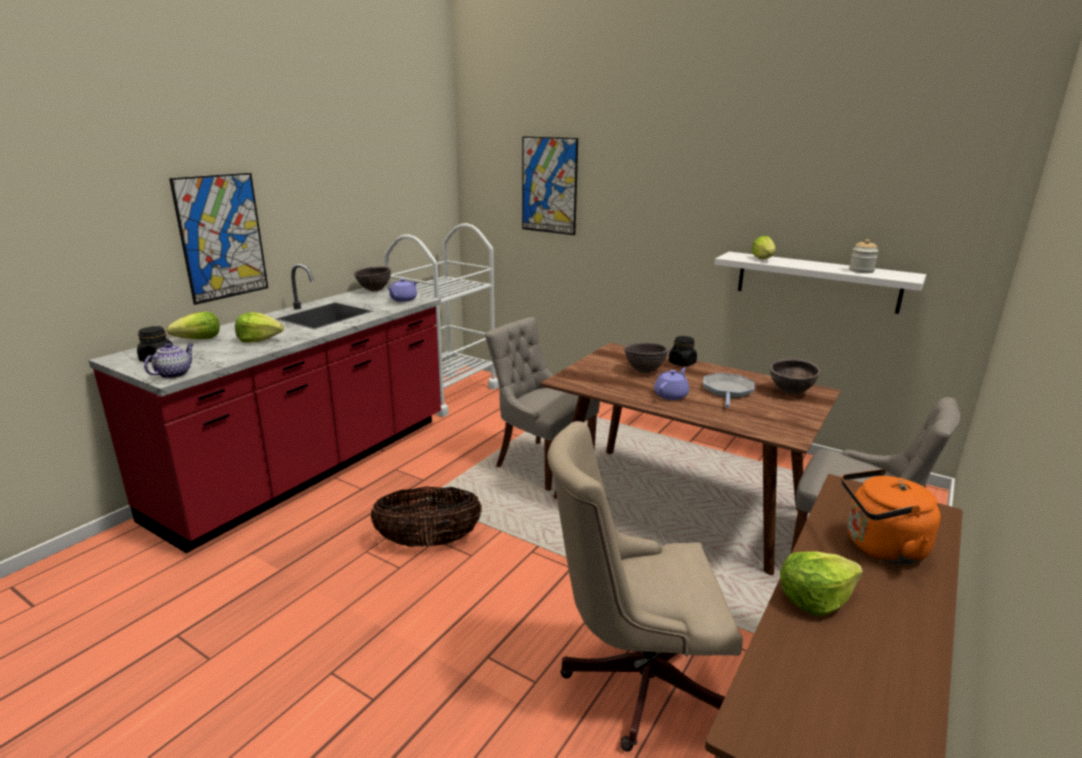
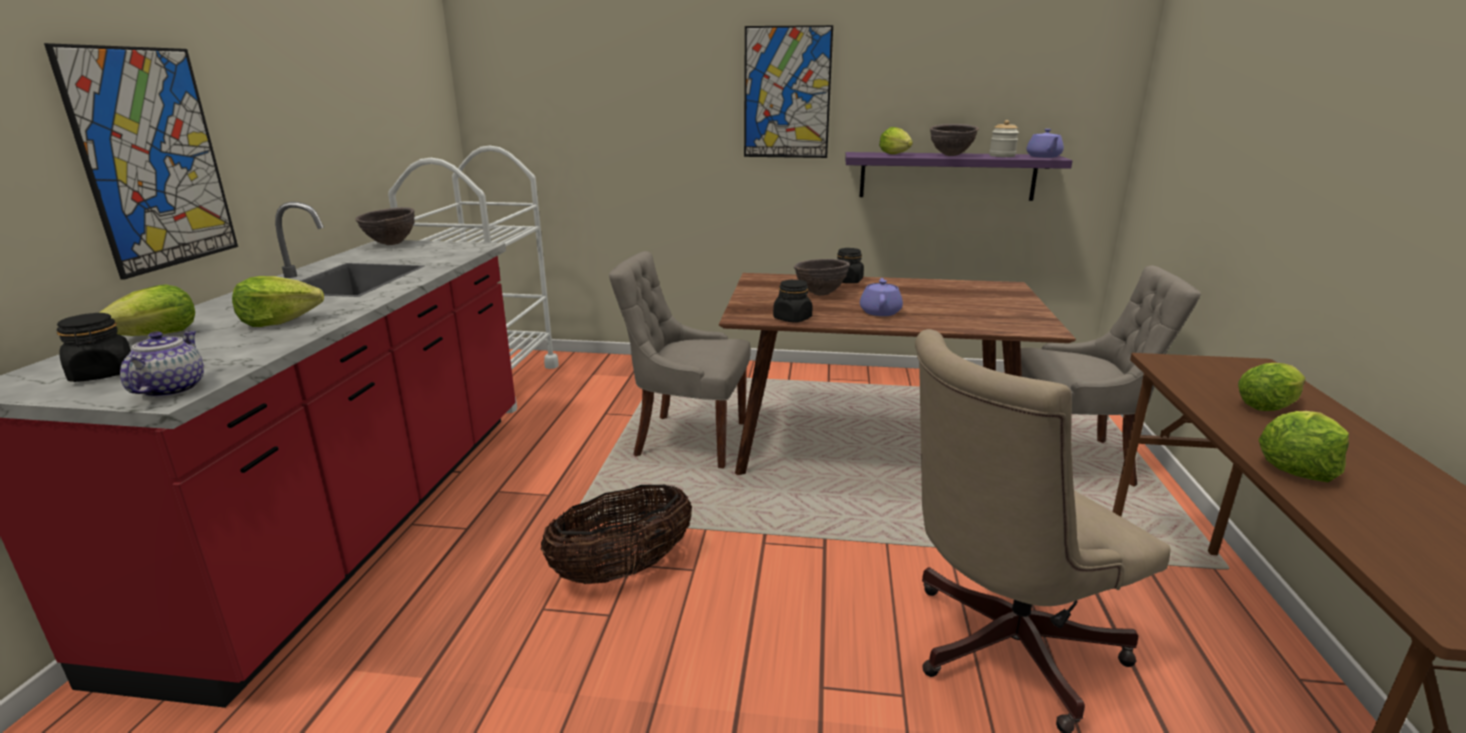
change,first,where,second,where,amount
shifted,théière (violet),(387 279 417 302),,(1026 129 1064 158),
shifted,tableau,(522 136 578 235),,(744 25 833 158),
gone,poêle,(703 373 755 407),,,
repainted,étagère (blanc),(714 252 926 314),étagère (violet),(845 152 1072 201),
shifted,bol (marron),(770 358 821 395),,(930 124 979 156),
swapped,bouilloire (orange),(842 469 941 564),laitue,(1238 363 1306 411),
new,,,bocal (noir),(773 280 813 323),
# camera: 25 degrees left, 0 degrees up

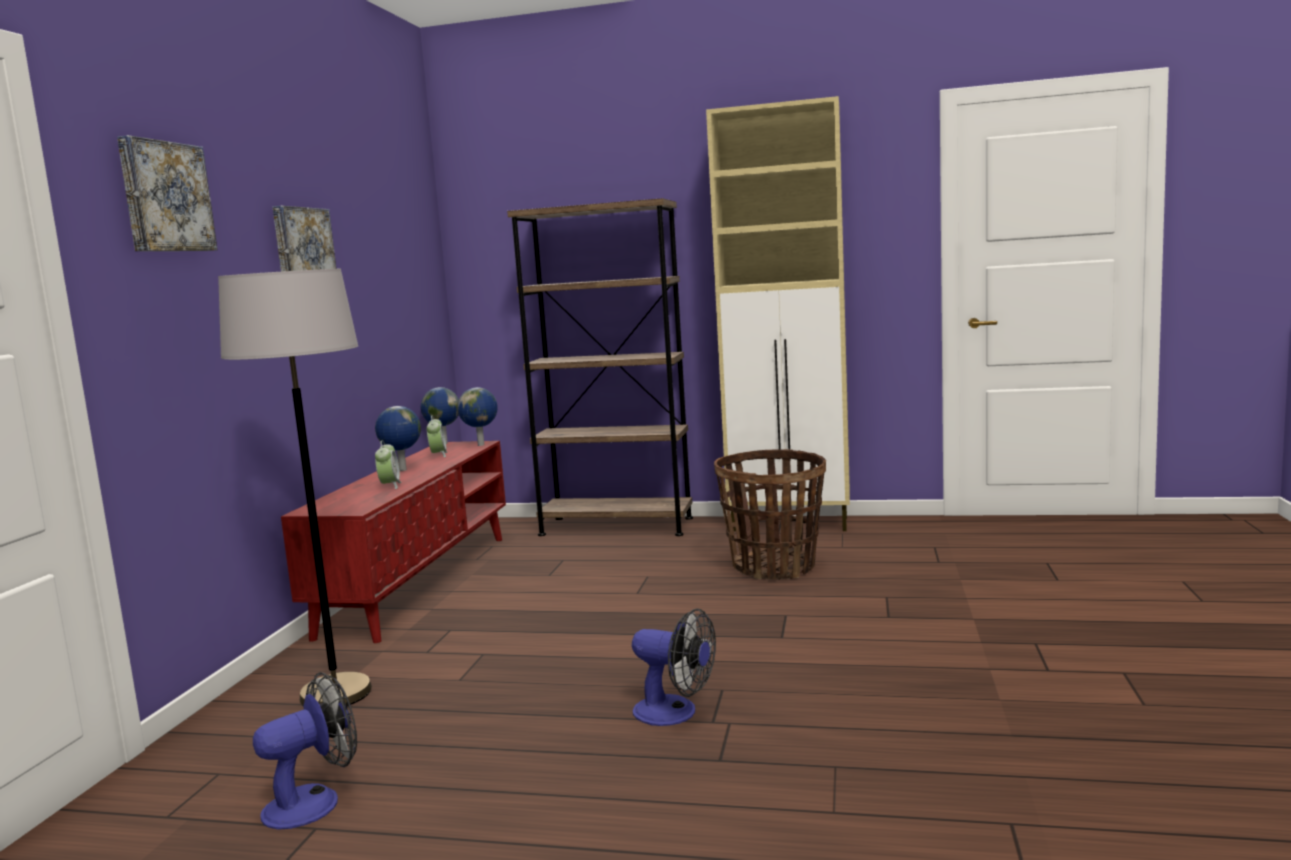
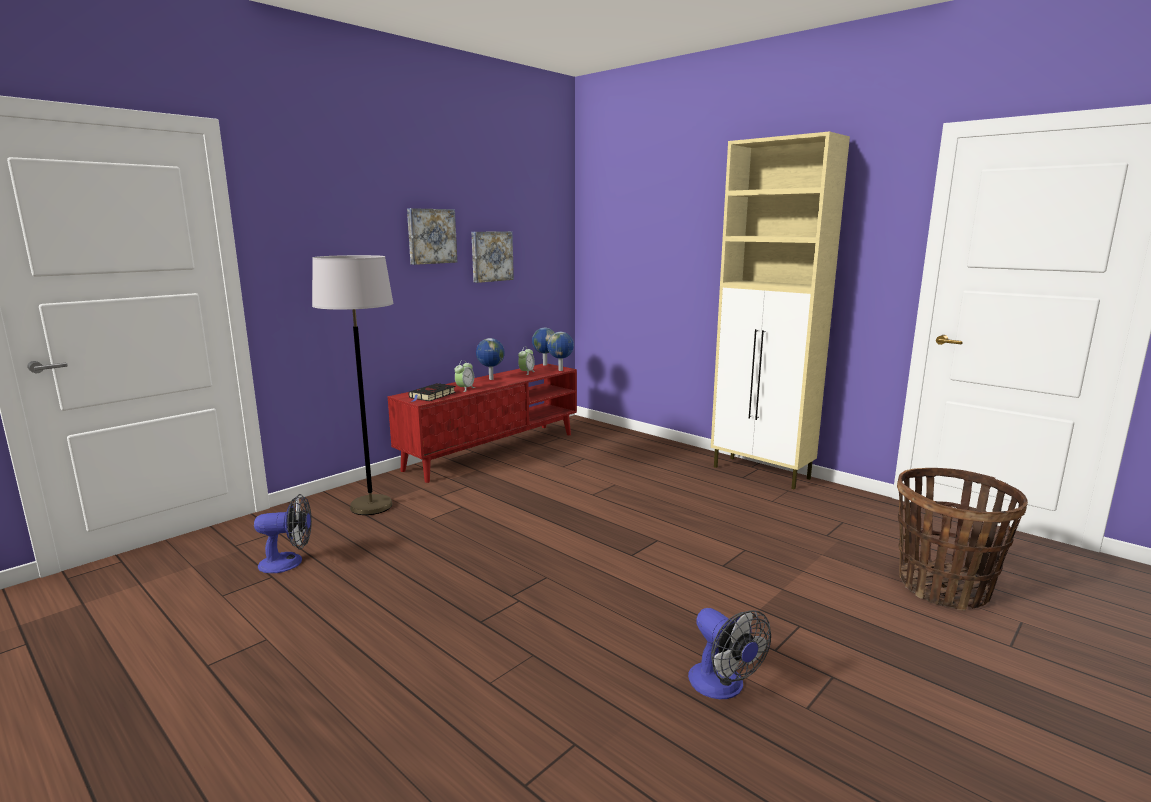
change,first,where,second,where,amount
shifted,tableau,(117 135 218 251),,(471 231 514 283),
gone,bibliothèque (marron),(507 198 693 536),,,
shifted,ventilateur,(632 608 716 726),,(688 608 771 699),
shifted,panier,(714 449 826 580),,(897 468 1028 611),
new,,,livre (noir),(409 383 456 402),
# camera: 30 degrees right, 5 degrees up

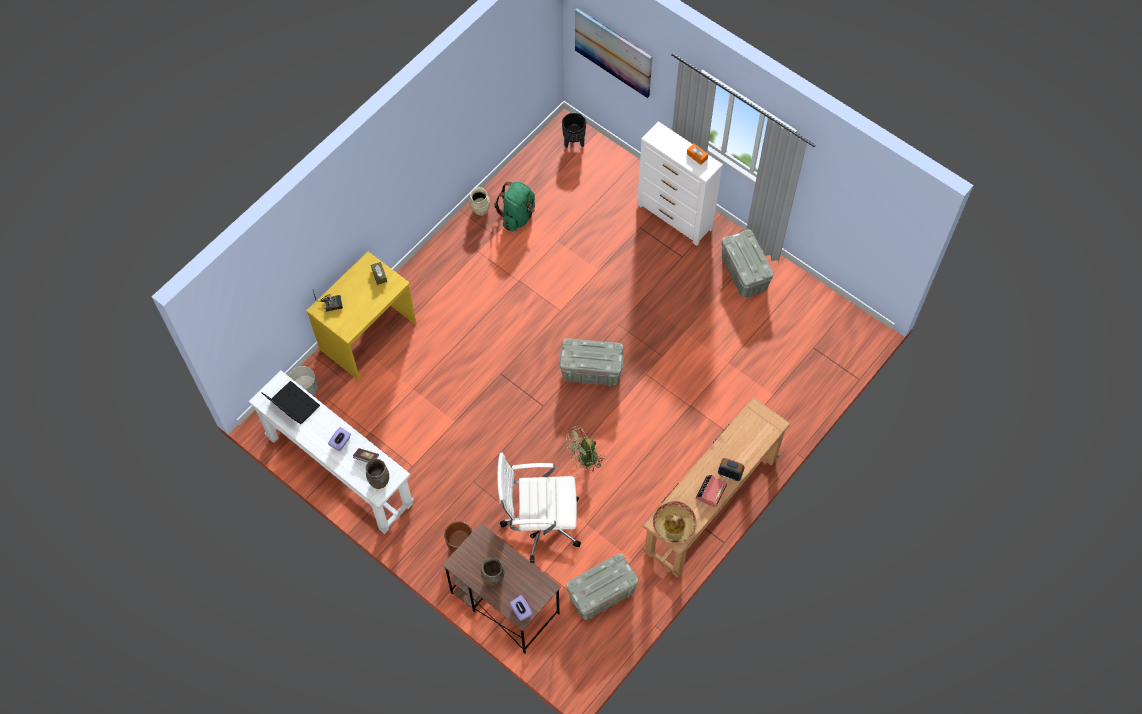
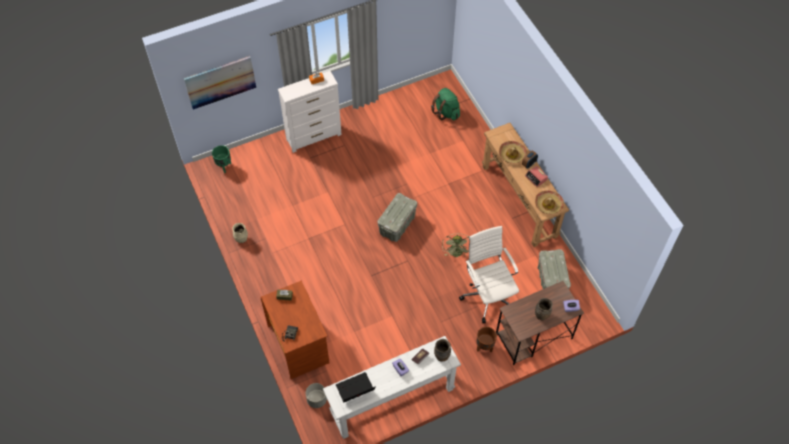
change,first,where,second,where,amount
repainted,bureau (jaune),(306 252 416 380),bureau (marron),(260 281 330 379),
shifted,sac à dos (vert),(494 182 535 231),,(431 88 460 120),
rotated,chaise de bureau (blanc),(497 452 581 563),,(459 226 519 323),135 degrees clockwise
repainted,cache-pot (noir),(562 113 586 148),cache-pot (vert),(212 145 231 173),
gone,boîte de rangement (gris),(722 230 774 298),,,
new,,,chapeau,(499 141 527 164),
# camera: 65 degrees left, 5 degrees down

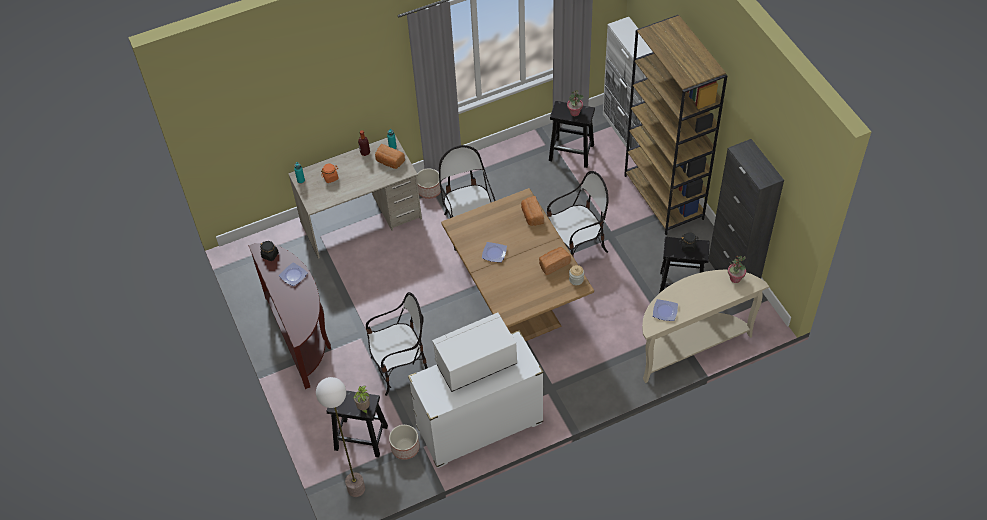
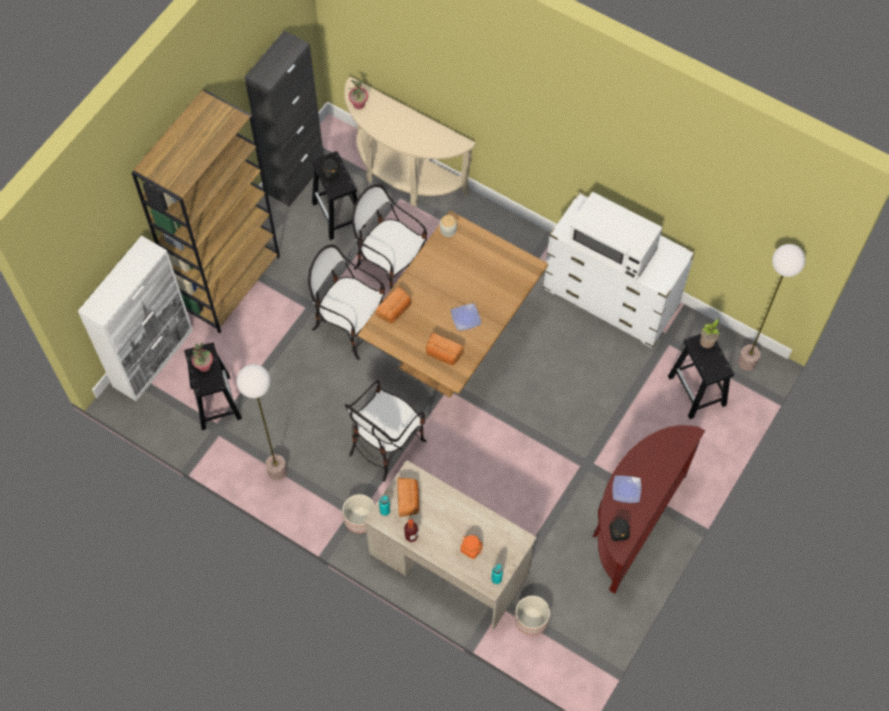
change,first,where,second,where,amount
shifted,chaise,(366 292 428 396),,(352 184 427 290),
shifted,cache-pot,(389 425 420 460),,(515 596 550 635),
shifted,pain,(539 247 571 275),,(426 333 464 365),
gone,assiette,(653 299 678 321),,,
new,,,lampadaire,(237 364 287 481),
# camera: 125 degrees left, 10 degrees up

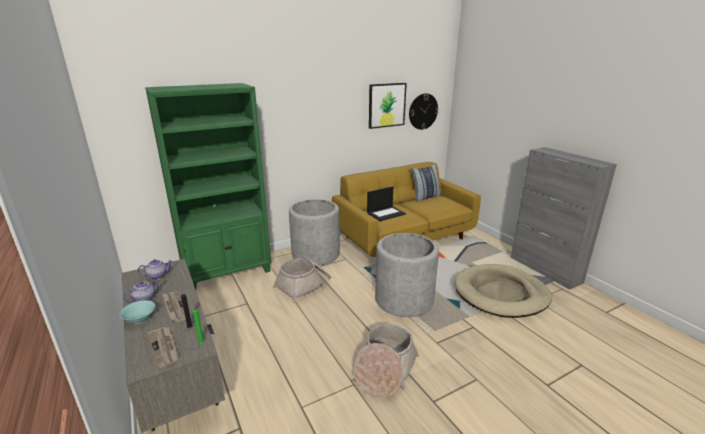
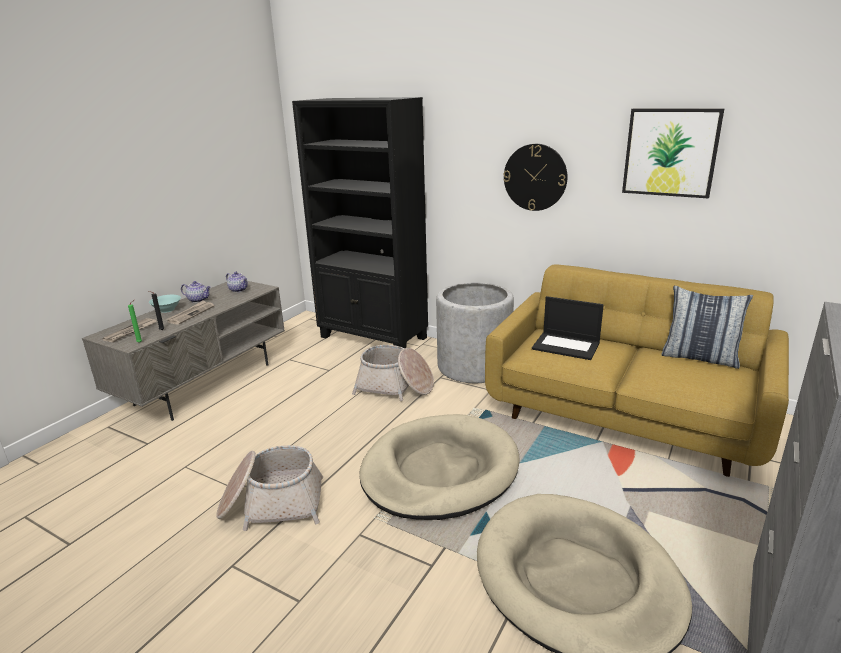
change,first,where,second,where,amount
repainted,bibliothèque (vert),(145 83 272 290),bibliothèque (noir),(292 97 428 349),
swapped,cache-pot (gris),(375 233 439 317),panier pour chien (beige),(359 414 519 520),
shifted,horloge murale,(409 93 439 130),,(503 144 567 211),
# camera: 60 degrees right, 0 degrees up

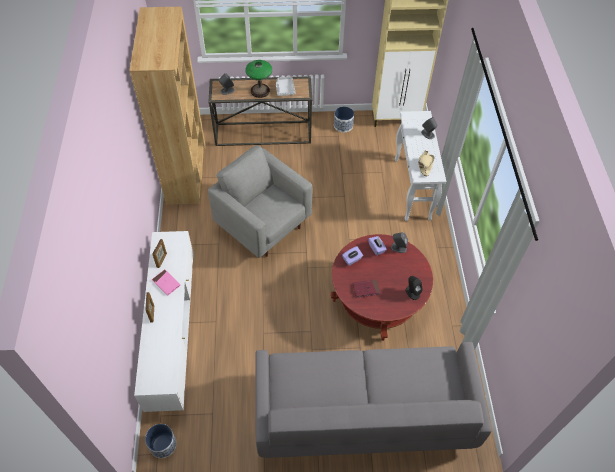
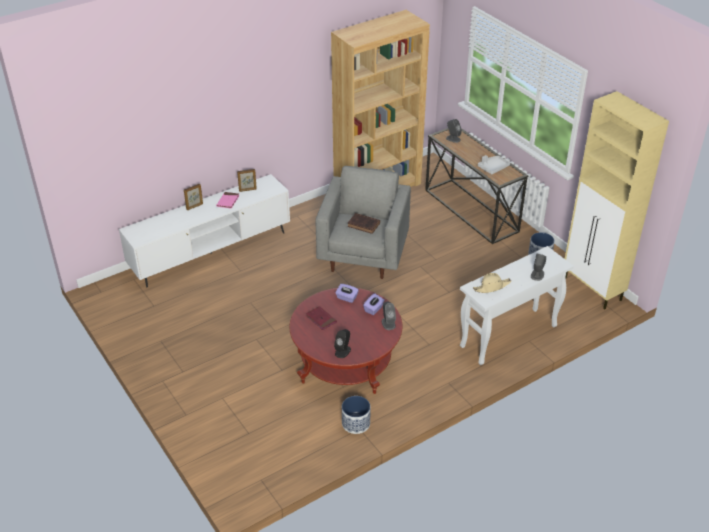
change,first,where,second,where,amount
shifted,cache-pot,(145 424 177 458),,(342 396 370 434),
gone,lampe de table,(246 60 272 98),,,
gone,canapé (gris),(256 342 492 458),,,
new,,,livre (marron),(347 213 380 234),
# camera: 60 degrees right, 15 degrees down

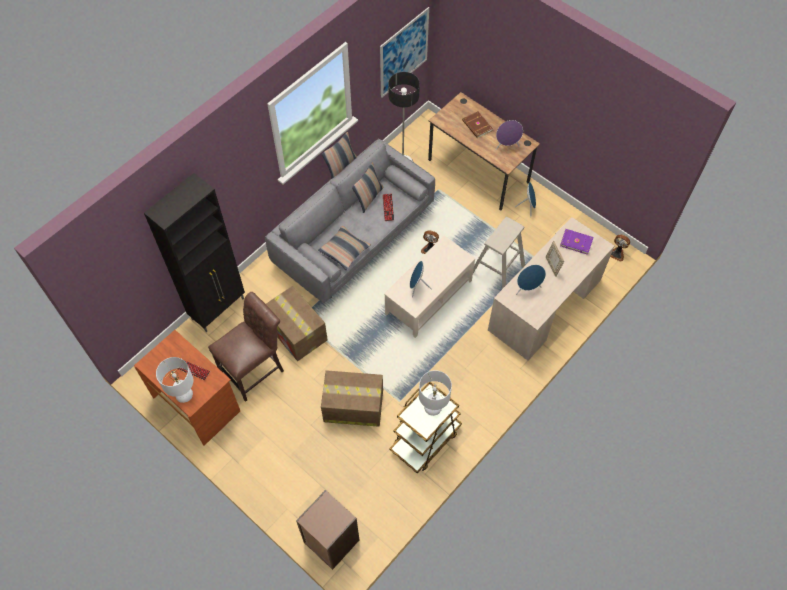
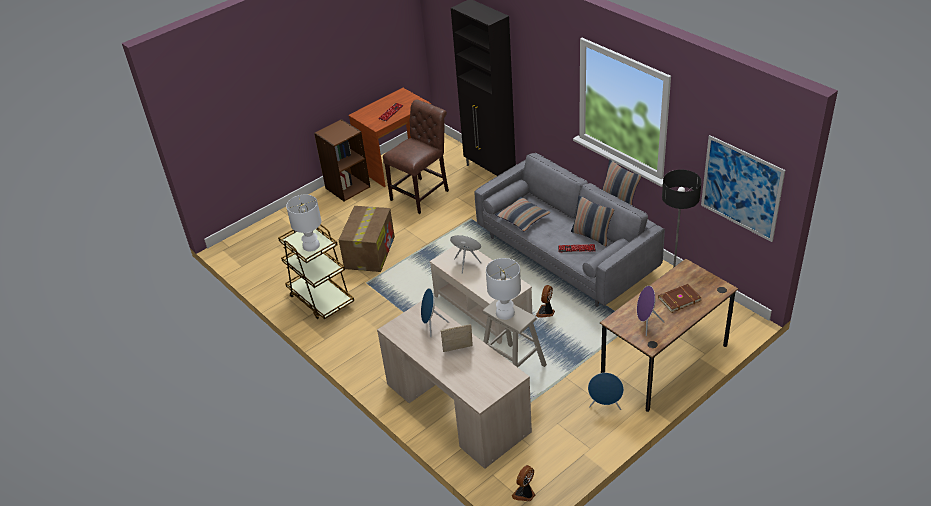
change,first,where,second,where,amount
shifted,lampe de table (blanc),(156 357 193 403),,(486 258 521 320),
rotated,chaise (marron),(208 292 284 402),,(383 99 449 214),105 degrees counterclockwise
gone,carton,(266 286 328 361),,,
shifted,bibliothèque (marron),(296 490 359 570),,(314 119 370 201),
gone,livre (violet),(560 229 594 255),,,
# camera: 100 degrees right, 20 degrees down

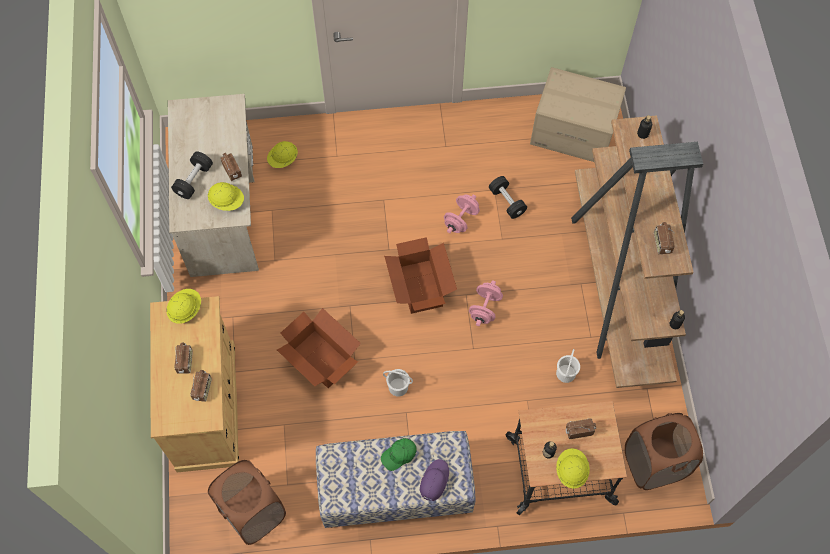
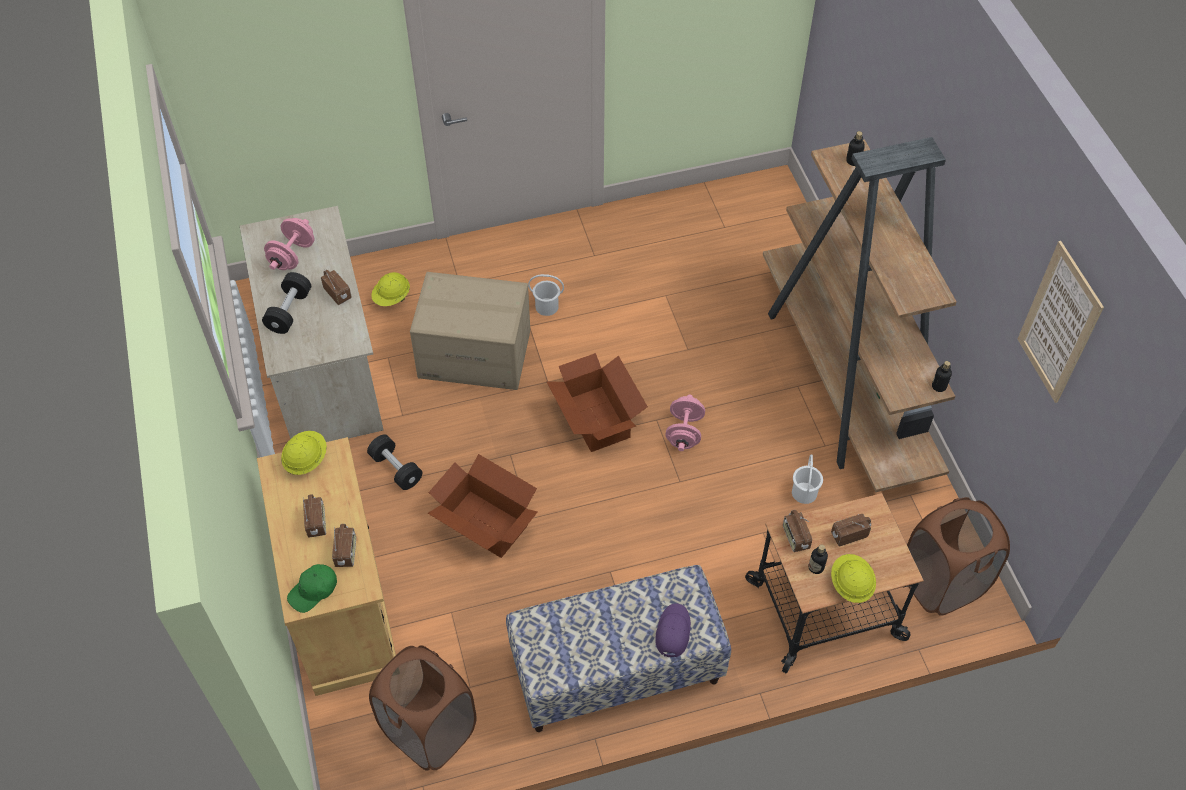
change,first,where,second,where,amount
gone,casque de chantier (jaune),(208 182 244 211),,,
shifted,casquette (vert),(381 438 417 471),,(287 564 337 613),
shifted,seau (blanc),(383 369 413 396),,(528 274 564 316),
shifted,haltère (rose),(444 195 480 233),,(264 218 314 270),
shifted,haltère (noir),(489 176 527 219),,(367 434 422 490),
shifted,carton,(530 67 626 162),,(410 272 530 390),
shifted,radio,(654 222 675 254),,(783 510 812 552),
new,,,tableau,(1018 241 1104 403),
# camera: 10 degrees left, 10 degrees down

